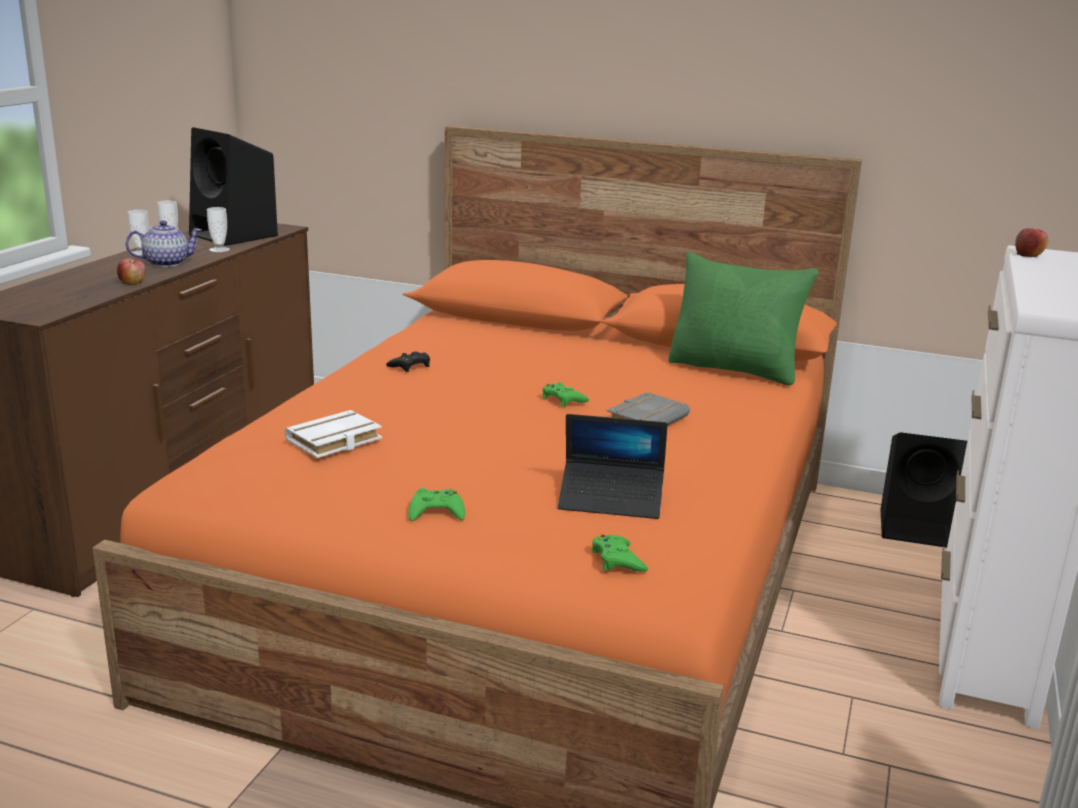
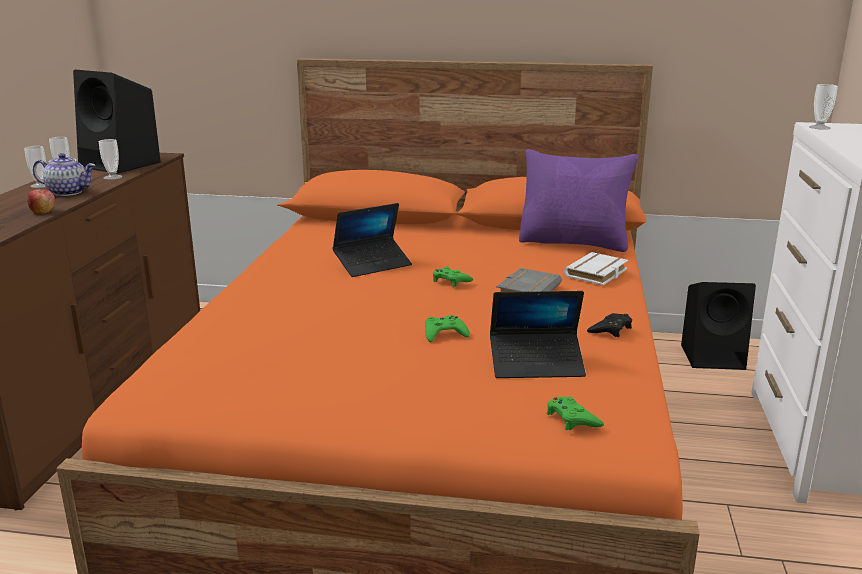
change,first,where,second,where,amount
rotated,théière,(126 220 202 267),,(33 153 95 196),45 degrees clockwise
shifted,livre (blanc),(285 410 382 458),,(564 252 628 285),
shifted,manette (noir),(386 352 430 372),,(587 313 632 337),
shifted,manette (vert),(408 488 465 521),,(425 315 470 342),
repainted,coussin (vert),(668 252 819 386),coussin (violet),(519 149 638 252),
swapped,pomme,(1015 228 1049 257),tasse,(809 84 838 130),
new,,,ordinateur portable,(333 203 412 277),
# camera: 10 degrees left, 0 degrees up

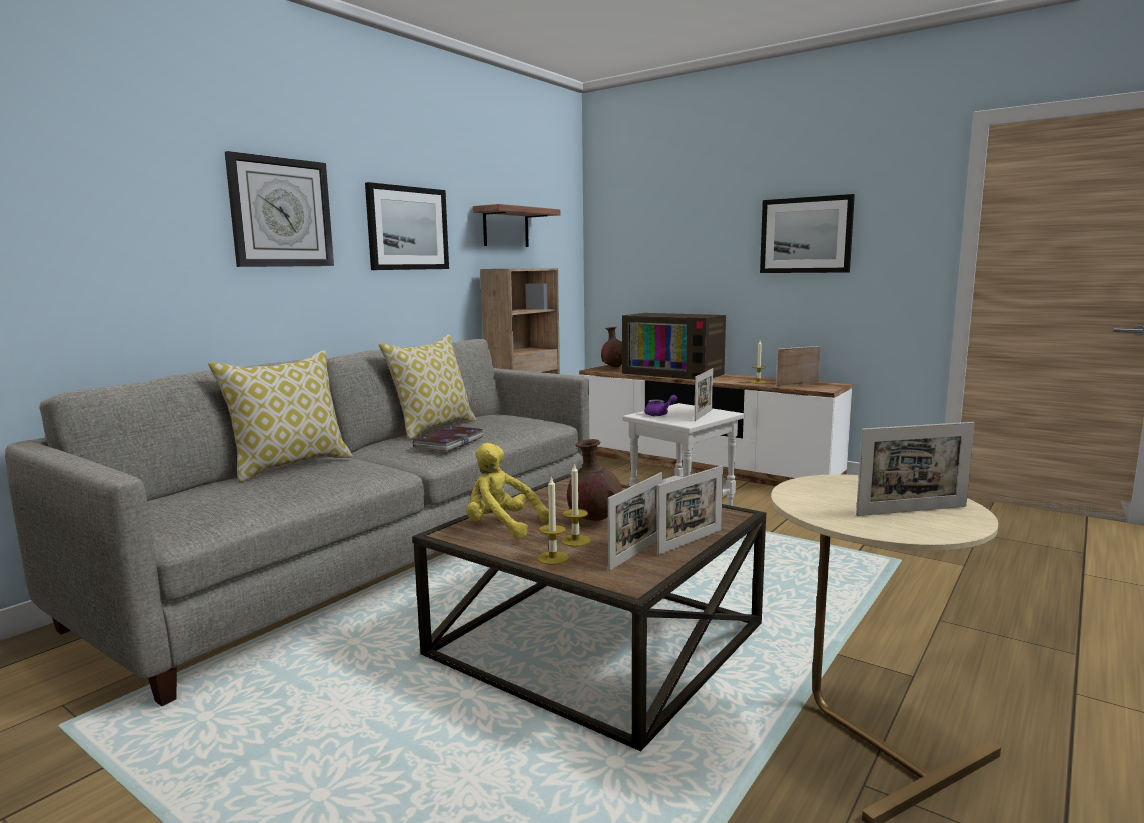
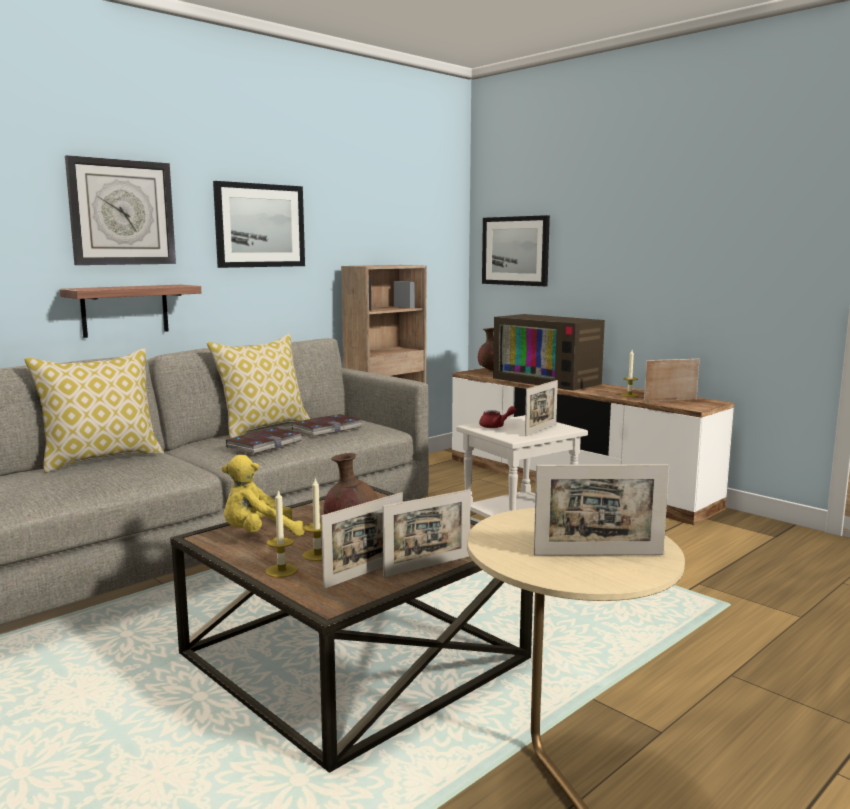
change,first,where,second,where,amount
rotated,peluche (jaune),(466 443 549 539),,(221 455 305 537),60 degrees counterclockwise
shifted,étagère,(473 204 560 247),,(60 285 201 338),
repainted,théière (violet),(644 395 677 416),théière (rouge),(479 406 516 428),
shifted,tableau,(760 194 855 273),,(482 215 550 286),
new,,,livre,(291 414 363 436),
# camera: 10 degrees right, 0 degrees up

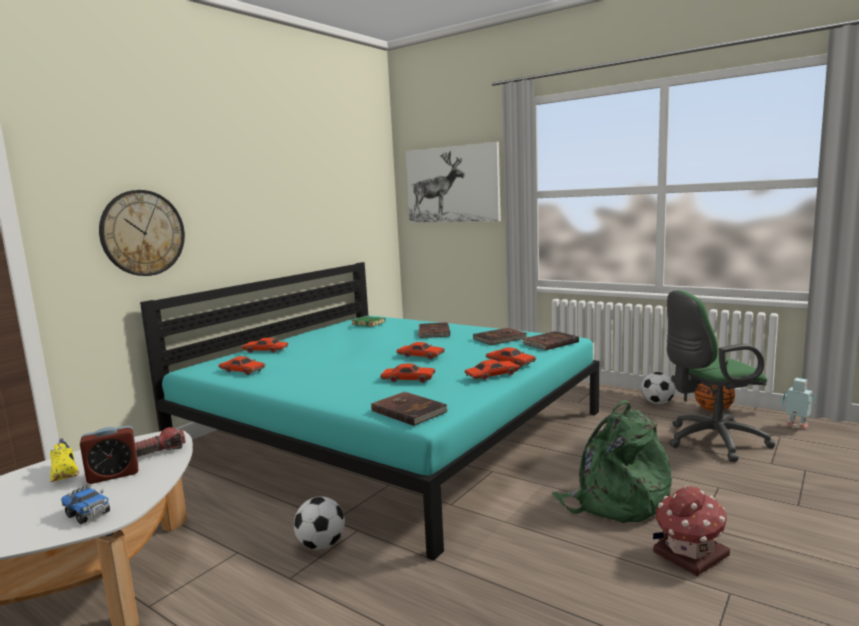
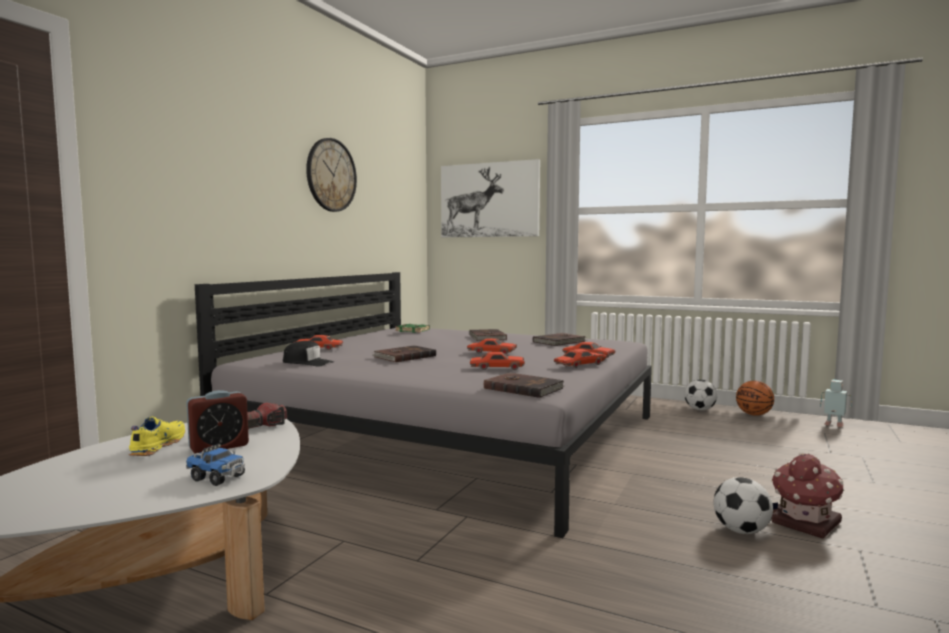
change,first,where,second,where,amount
rotated,chaussure (jaune),(50 438 79 482),,(129 417 185 456),135 degrees counterclockwise
shifted,horloge murale,(99 190 185 276),,(306 138 357 212),
repainted,lit (turquoise),(140 262 599 561),lit (gris),(195 272 652 538),
swapped,petite voiture (rouge),(218 356 265 375),casquette (noir),(283 341 334 367),
shifted,ballon de foot,(294 496 345 550),,(713 477 773 534),
shifted,livre (marron),(521 331 579 350),,(373 345 436 362),
gone,sac à dos (vert),(552 400 672 523),,,
gone,chaise de bureau (vert),(667 290 775 462),,,
# camera: 10 degrees left, 5 degrees down

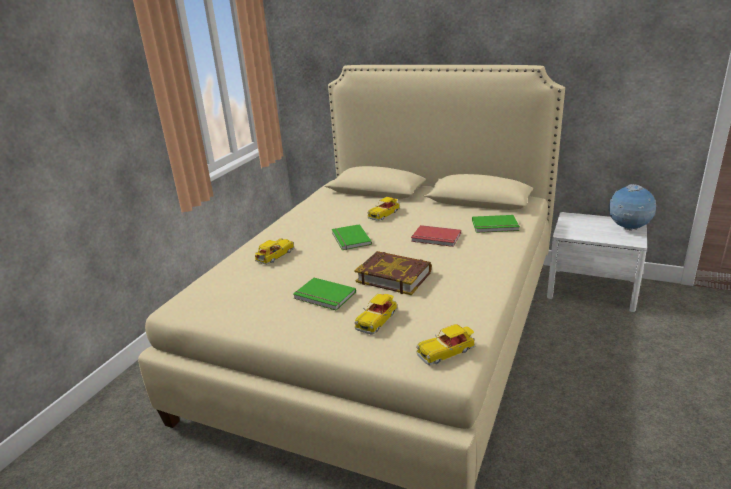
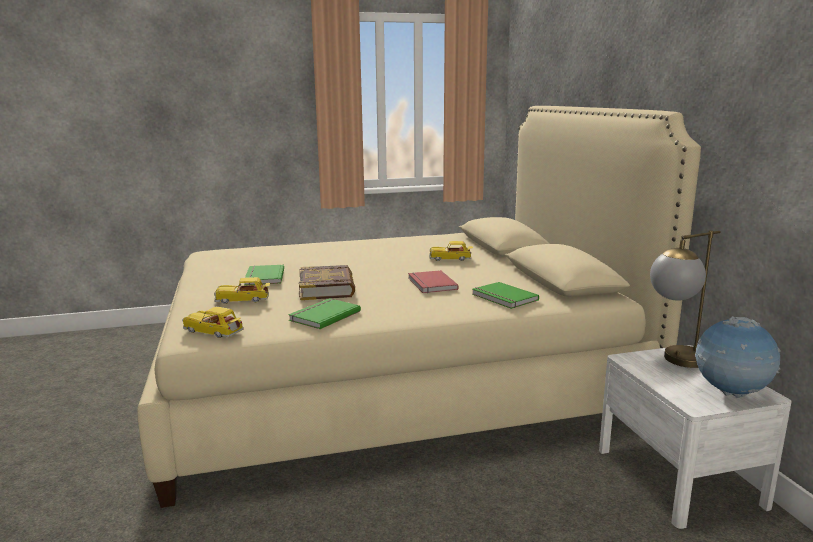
change,first,where,second,where,amount
gone,petite voiture,(255 238 294 265),,,
shifted,livre (vert),(332 224 372 250),,(288 298 361 329),
new,,,lampe de table,(650 230 721 368),
# camera: 50 degrees right, 10 degrees down

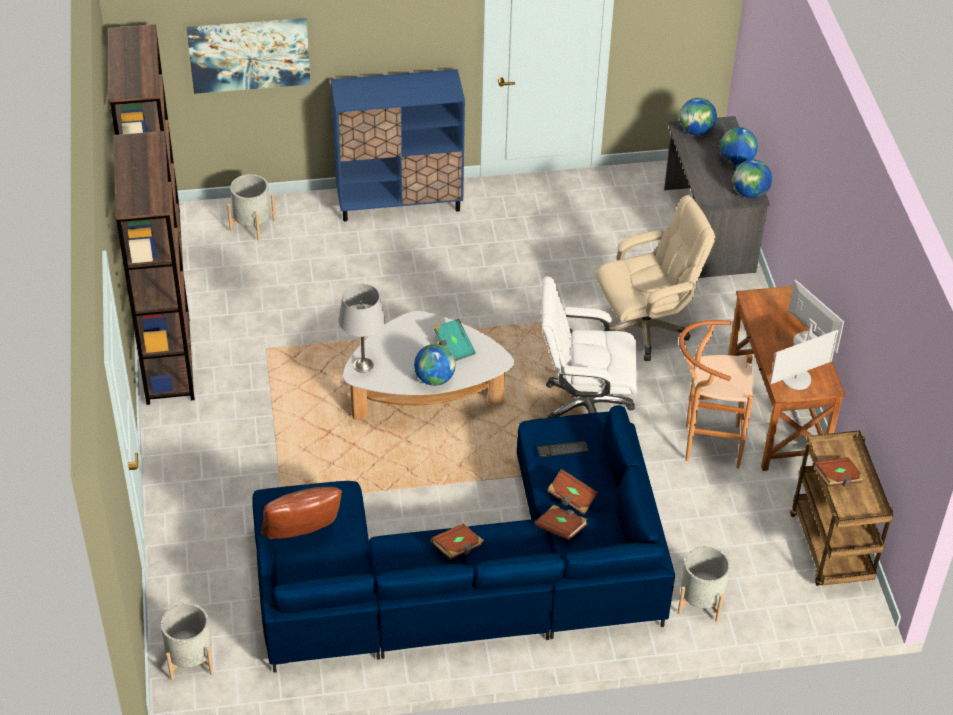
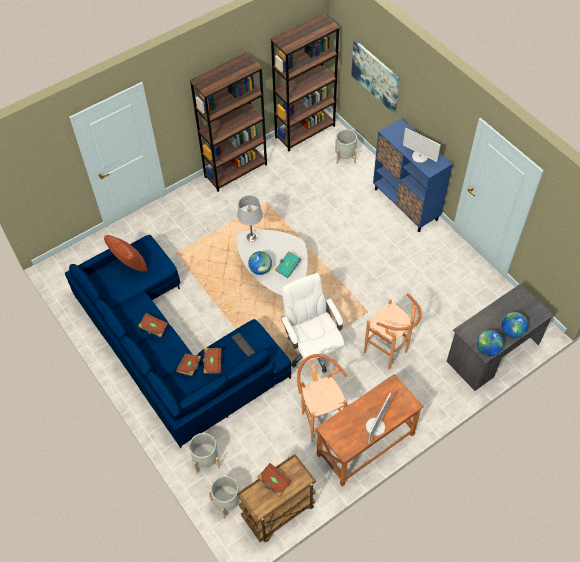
change,first,where,second,where,amount
shifted,cache-pot (gris),(161 603 214 680),,(208 476 241 519),
swapped,chaise de bureau (beige),(596 195 715 361),tabouret (marron),(364 293 422 369),
gone,globe,(680 98 717 135),,,
shifted,écran d'ordinateur,(770 330 838 390),,(403 128 441 163),
# camera: 65 degrees right, 10 degrees up

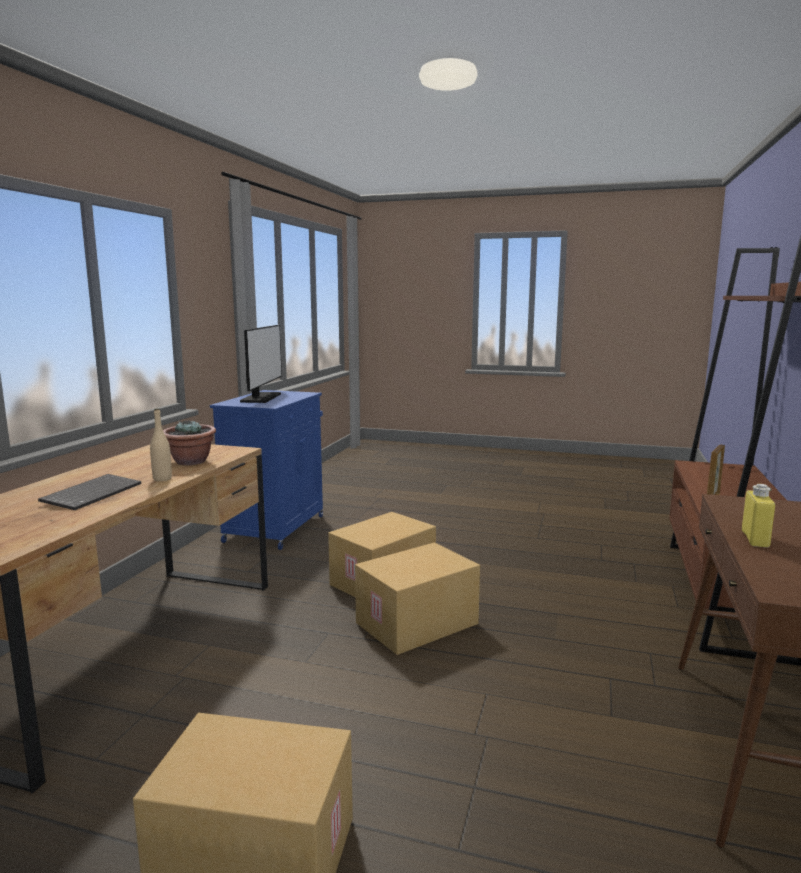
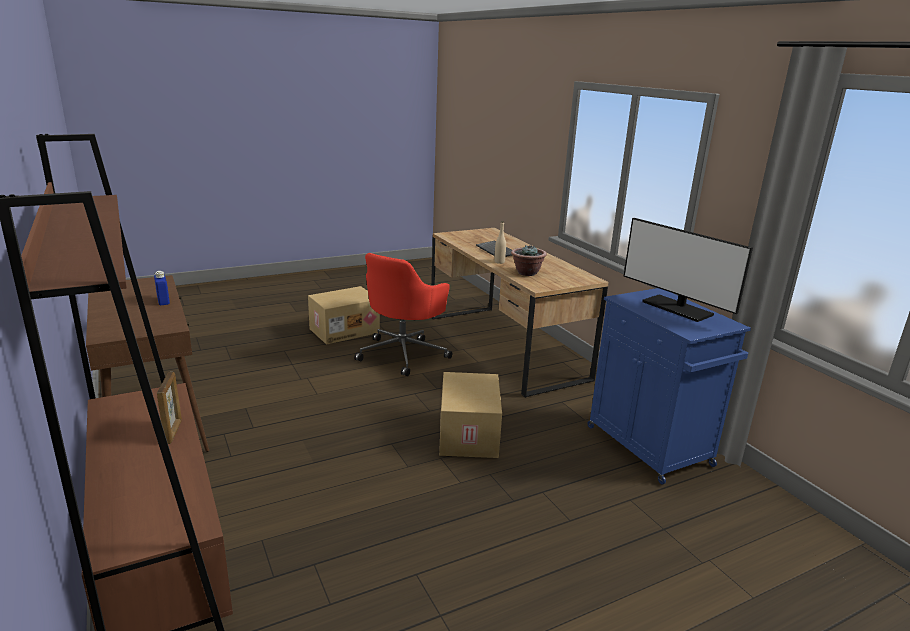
change,first,where,second,where,amount
gone,carton,(355 542 480 655),,,
repainted,bouteille (jaune),(742 484 775 547),bouteille (bleu),(154 271 170 305),
new,,,chaise de bureau (rouge),(354 253 452 376),
# camera: 135 degrees right, 10 degrees up

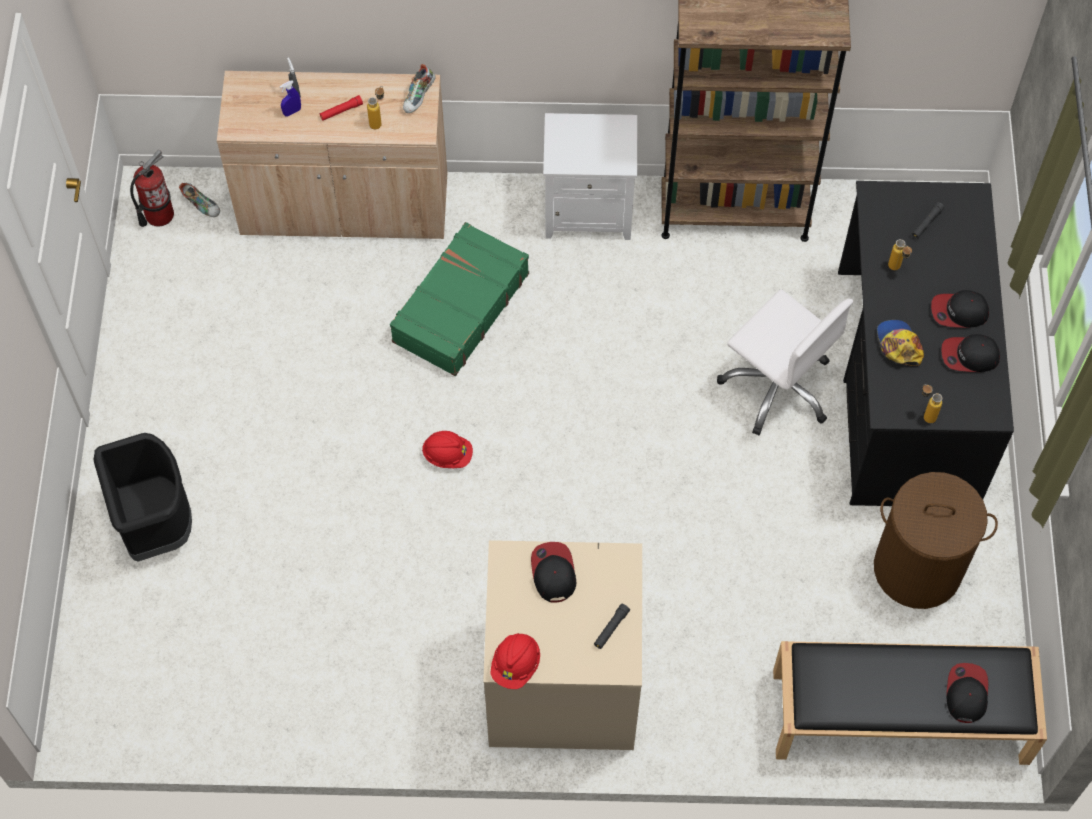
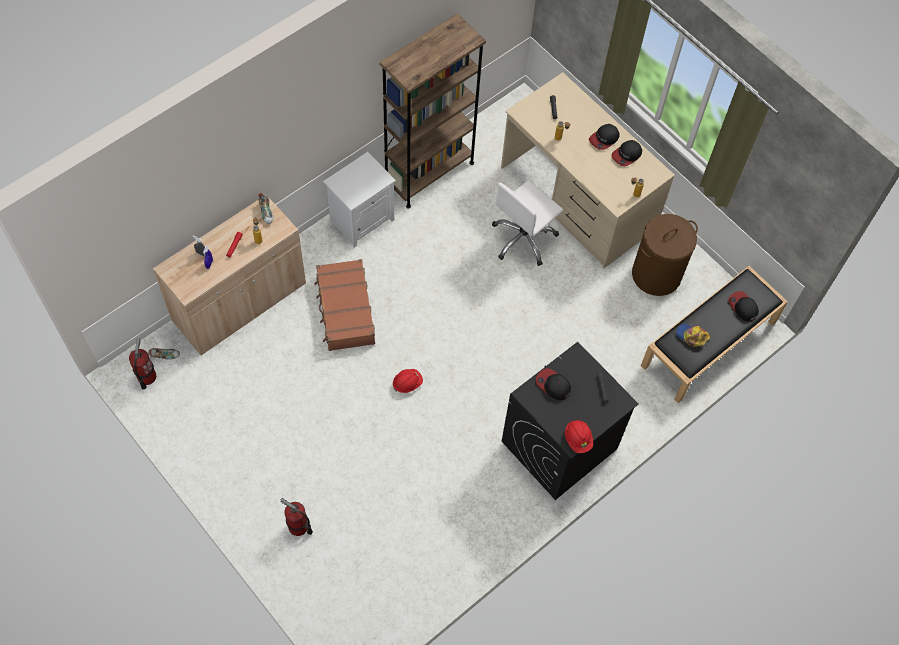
change,first,where,second,where,amount
swapped,poubelle (noir),(93 433 192 562),extincteur,(280 498 313 536),
repainted,valise (vert),(390 222 529 376),valise (marron),(314 259 375 351),
repainted,lave-linge (beige),(483 540 642 750),lave-linge (noir),(502 342 639 500),
rotated,chaise de bureau (blanc),(717 289 853 435),,(492 180 563 266),135 degrees clockwise
repainted,bureau (noir),(838 181 1014 506),bureau (beige),(501 72 675 268),
shifted,casquette,(877 320 924 366),,(676 323 710 347),
# camera: 45 degrees left, 0 degrees up

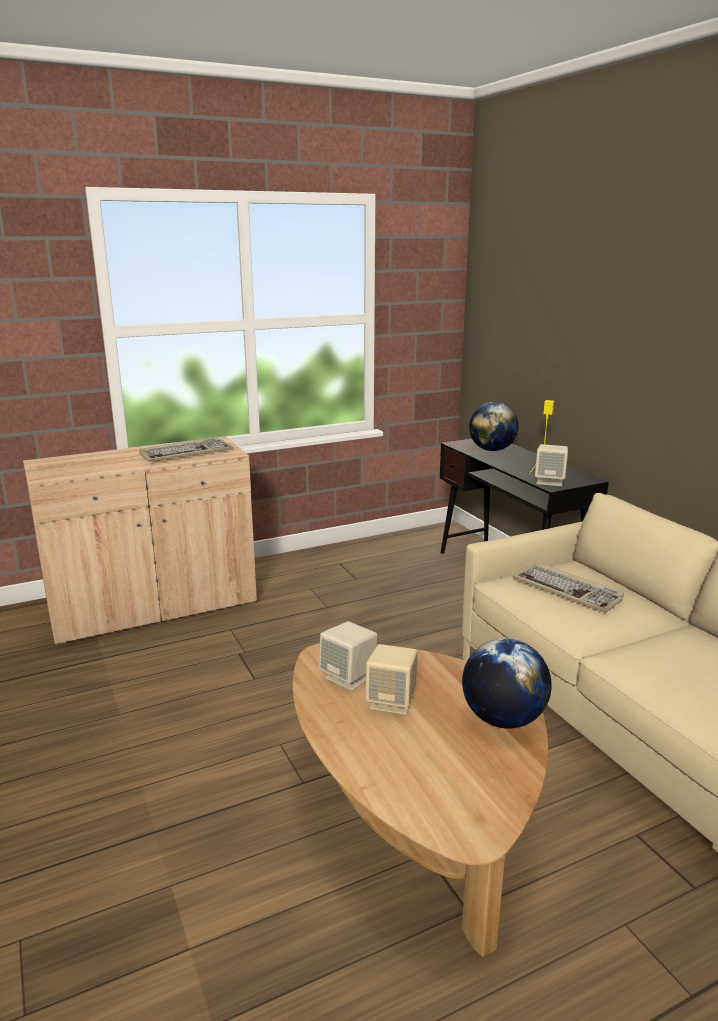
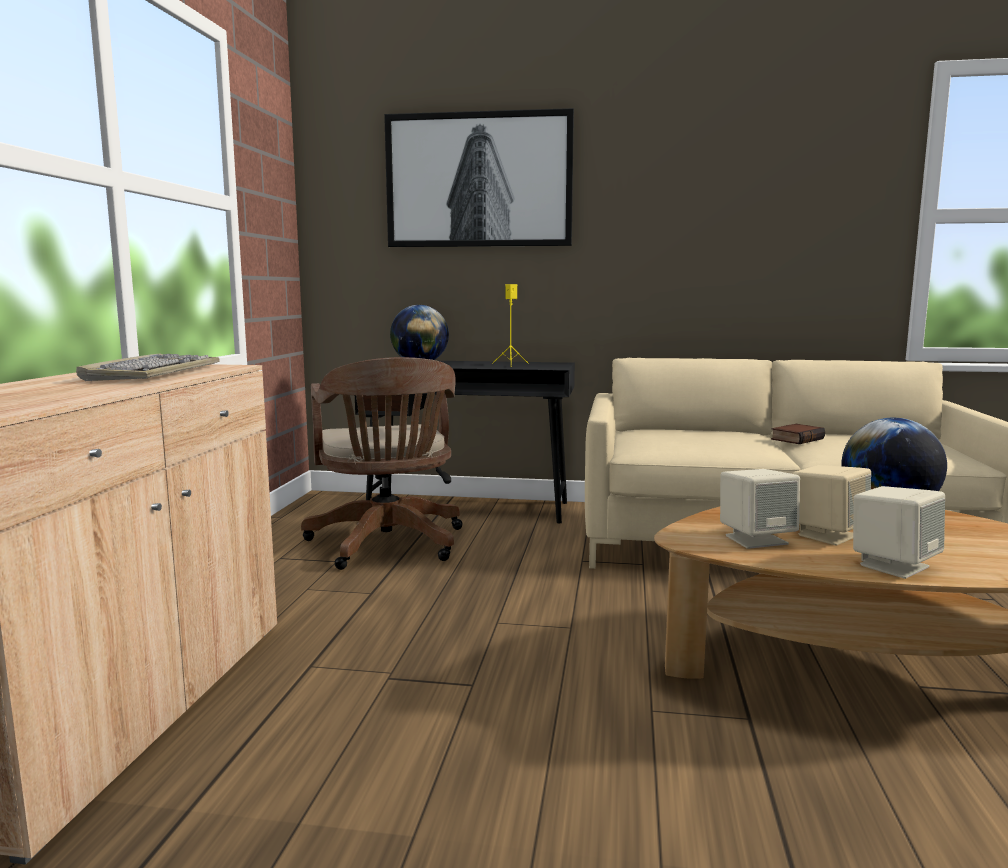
change,first,where,second,where,amount
gone,clavier,(513 562 624 613),,,
shifted,enceinte (beige),(535 444 568 486),,(853 486 945 579),
new,,,chaise de bureau (marron),(301 357 463 570),
new,,,tableau,(384 108 574 247),
new,,,livre,(771 424 825 444),
# camera: 55 degrees left, 10 degrees down

